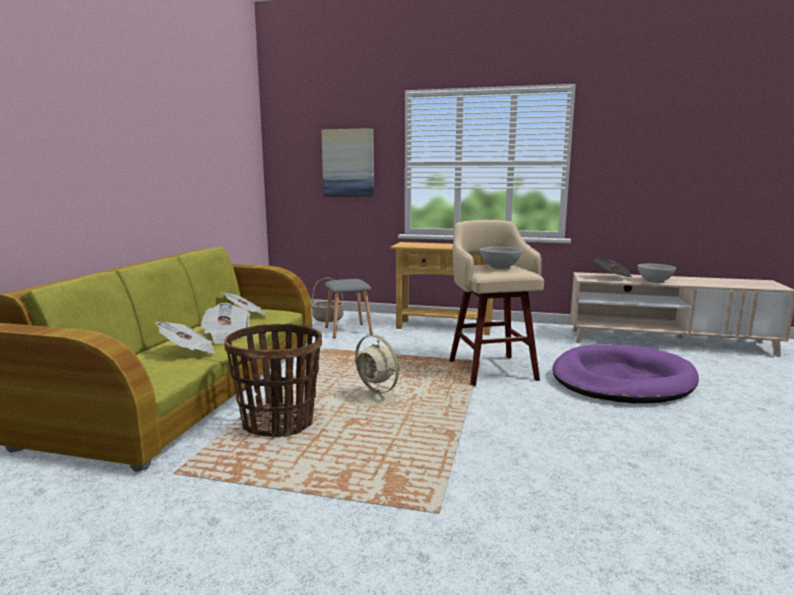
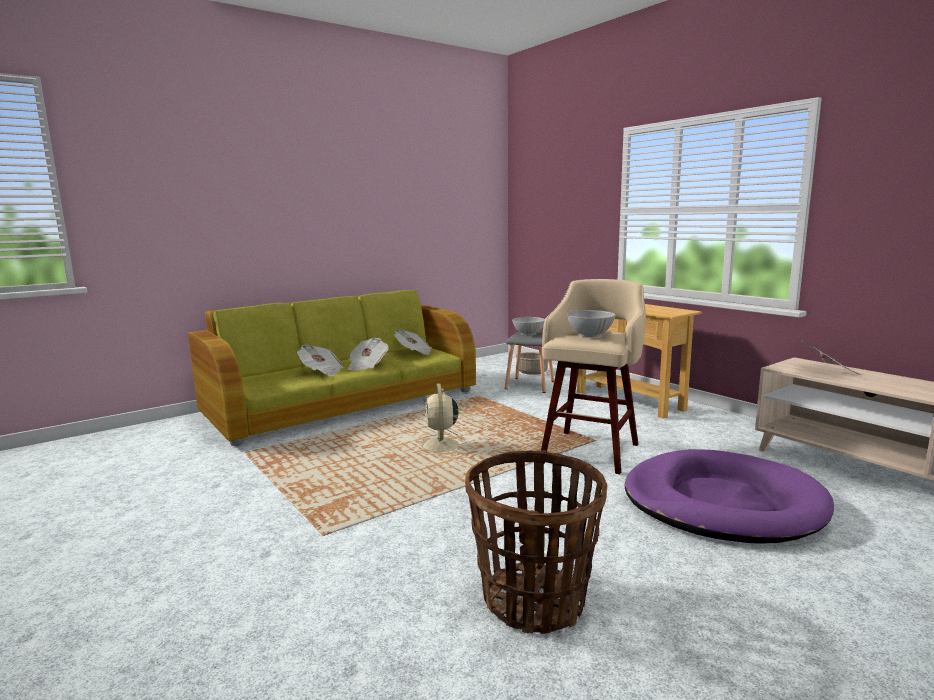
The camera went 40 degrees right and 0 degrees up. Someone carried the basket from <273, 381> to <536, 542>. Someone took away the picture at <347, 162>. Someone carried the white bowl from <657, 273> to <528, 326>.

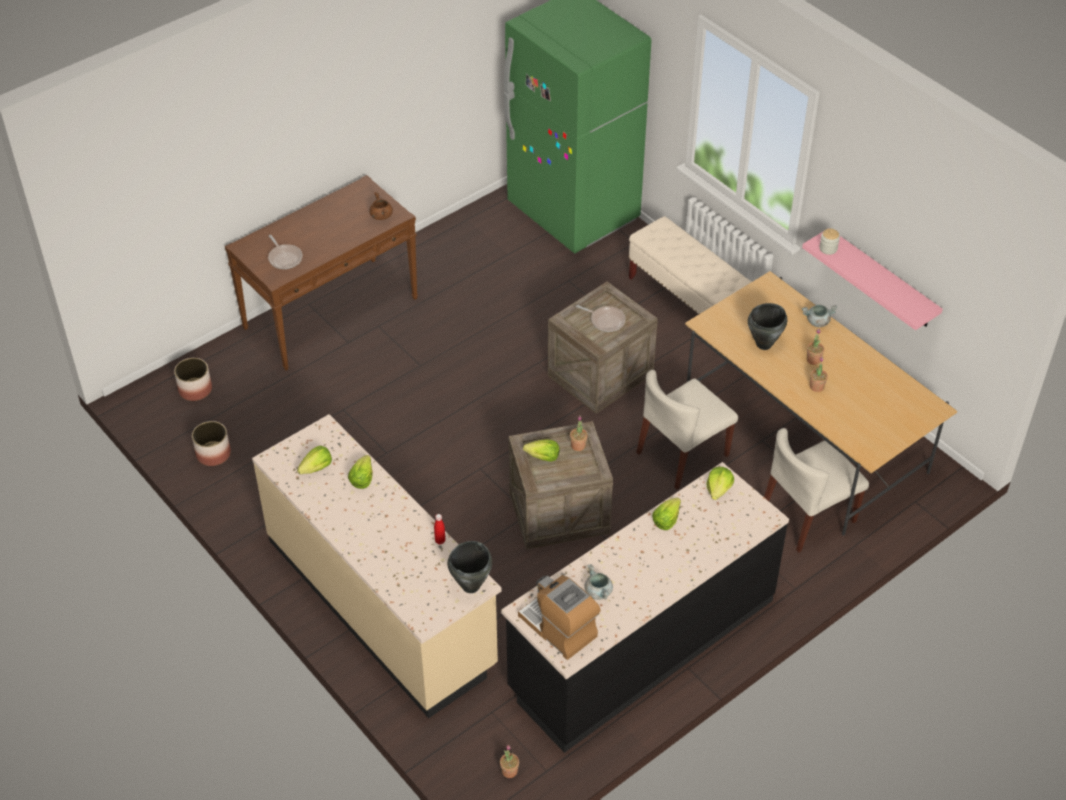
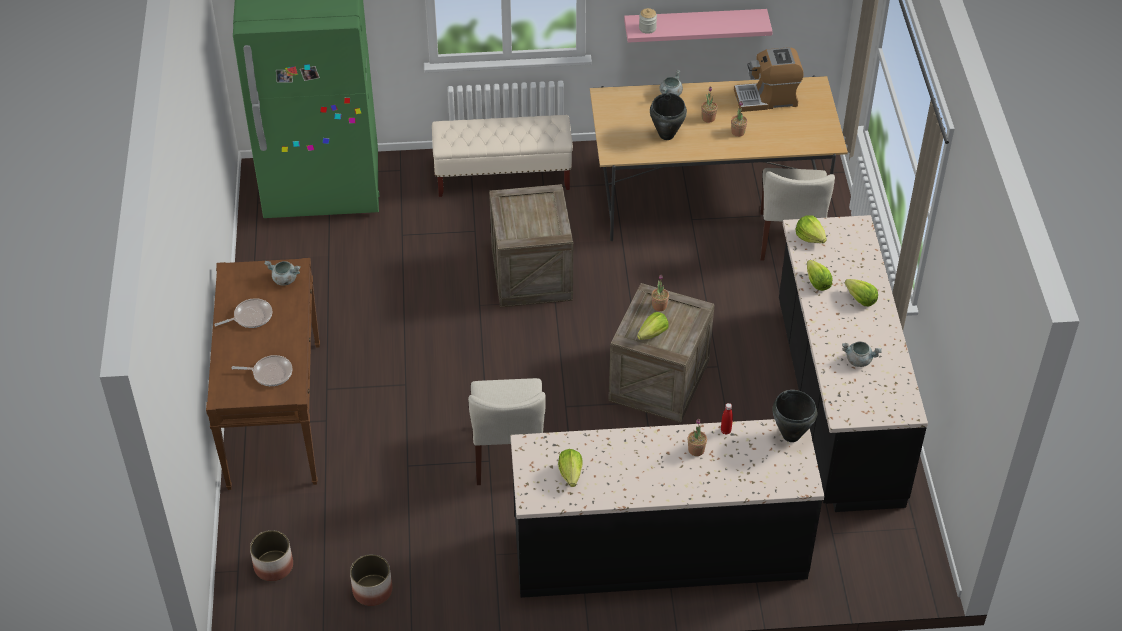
The camera went 55 degrees left and 0 degrees up. Someone repainted the beige counter at <377, 566>, which became the black counter at <667, 508>. Someone carried the lettuce from <360, 472> to <861, 292>. Someone repainted the brown cooking pot at <381, 206>, which became the grey cooking pot at <282, 273>. Someone carried the potted plant from <509, 761> to <697, 437>. Someone carried the coffee machine from <559, 617> to <768, 79>. Someone carried the frying pan from <601, 318> to <243, 313>. Someone carried the beige chair from <687, 429> to <507, 431>.

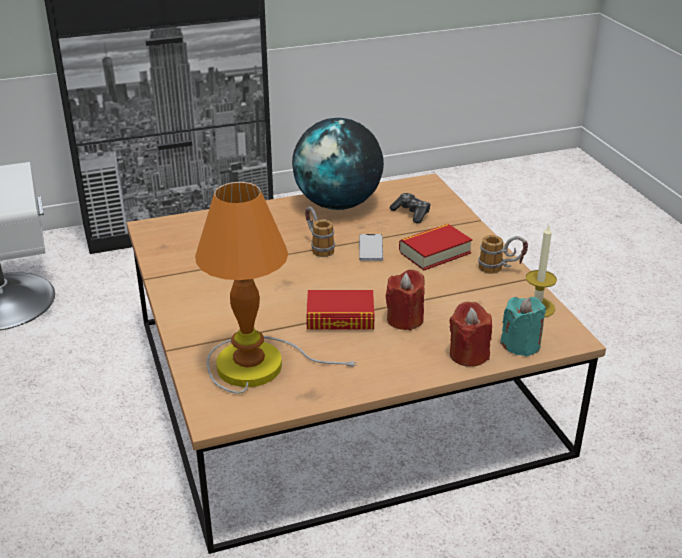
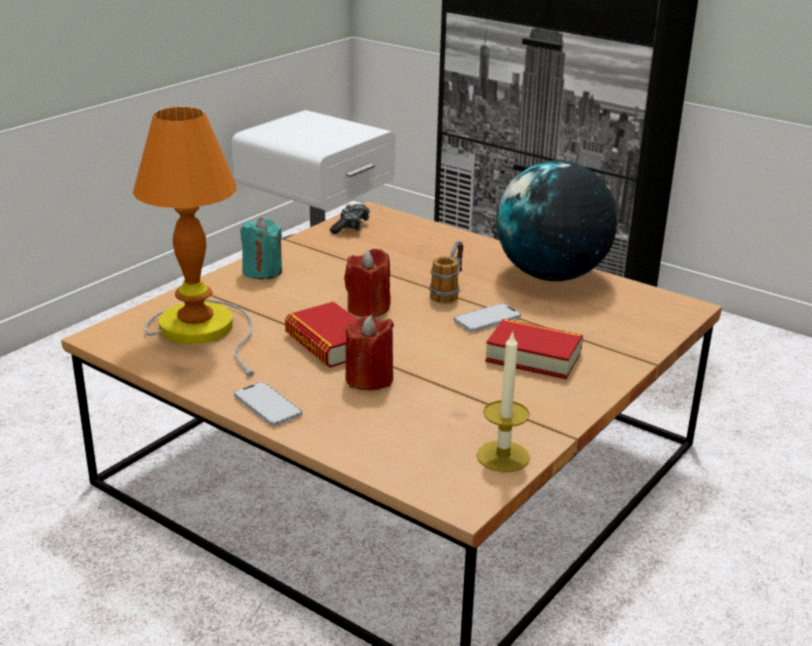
The camera went 55 degrees right and 5 degrees down. Someone carried the game controller from <410, 208> to <350, 219>. Someone carried the red candle from <471, 334> to <367, 283>. Someone took away the mug at <503, 254>. Someone carried the turquoise candle from <523, 326> to <261, 248>. Someone put down the phone at <268, 404>.

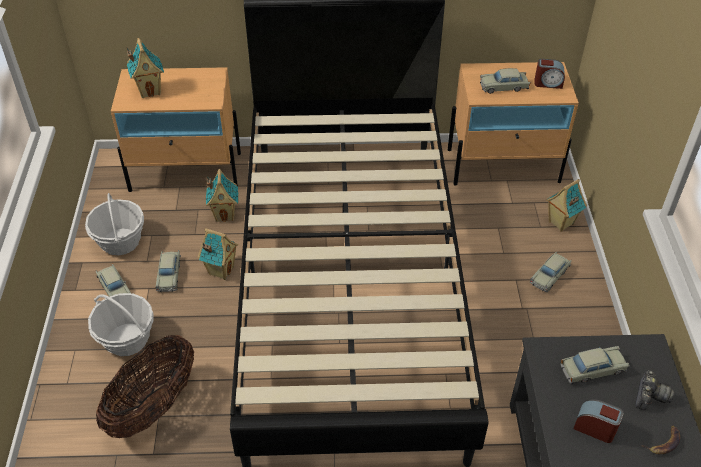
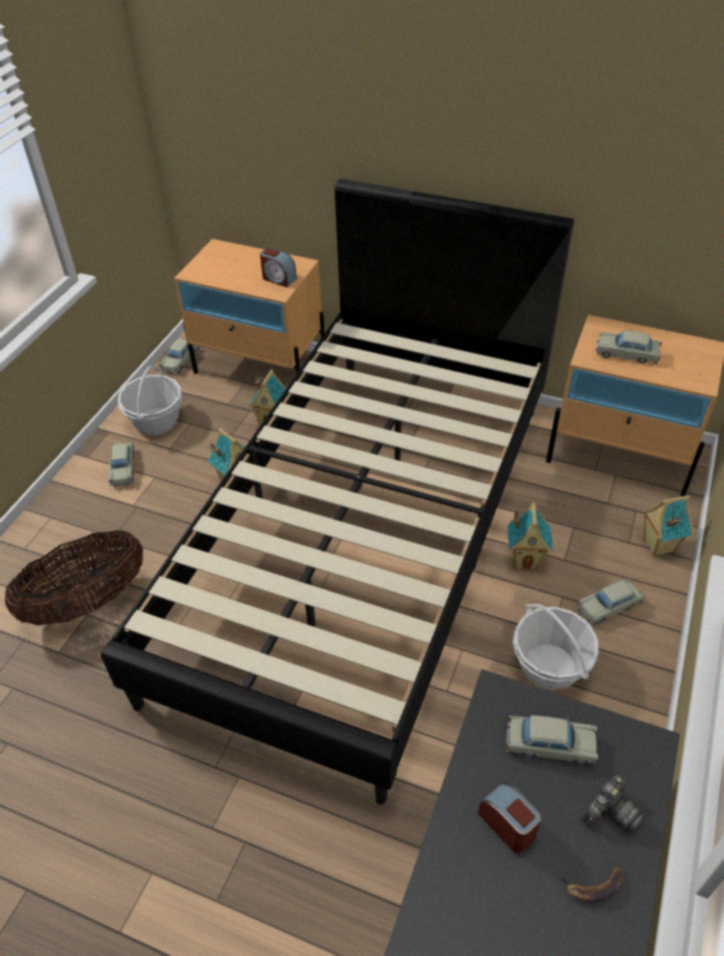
The camera went 25 degrees right and 0 degrees up. Someone carried the basket from <121, 324> to <555, 647>. Someone carried the toy house from <145, 68> to <530, 537>. Someone carried the beige toy car from <168, 271> to <179, 355>. Someone carried the alarm clock from <549, 74> to <278, 267>.

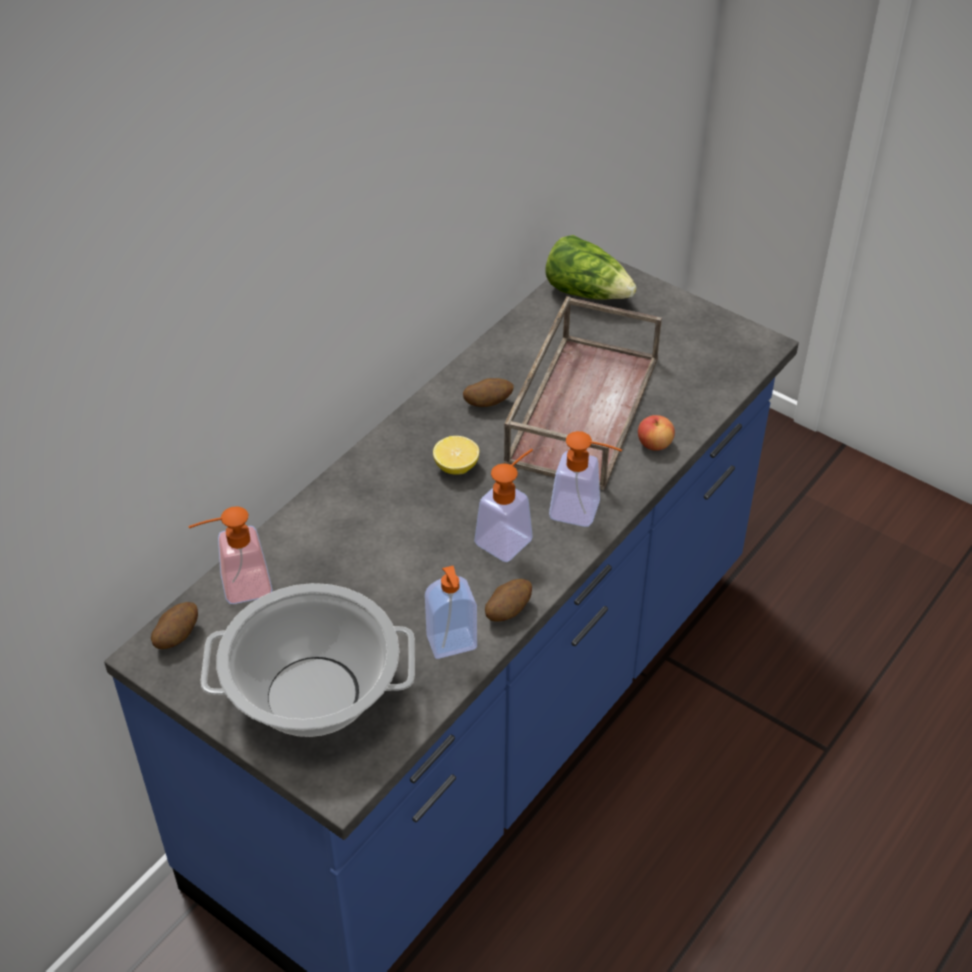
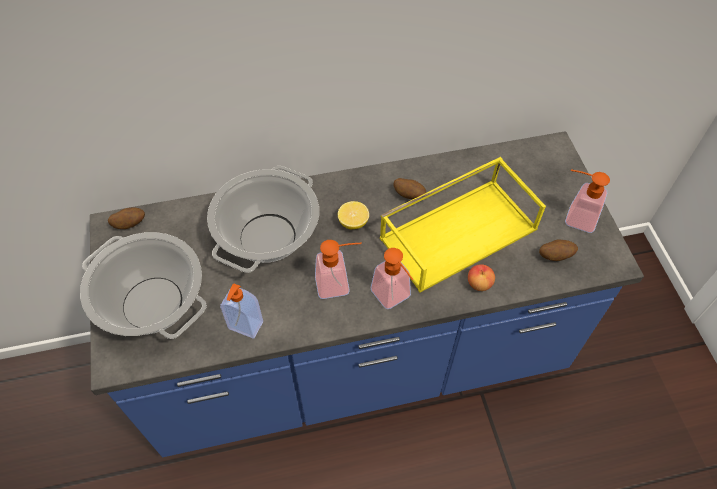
The camera went 40 degrees right and 10 degrees up. Someone carried the soap dispenser from <230, 555> to <587, 201>. Someone carried the potato from <508, 600> to <558, 250>. Someone repainted the brown tray at <583, 393>, which became the yellow tray at <463, 225>. Someone took away the lettuce at <591, 267>. Someone put down the cooking pot at <263, 219>.

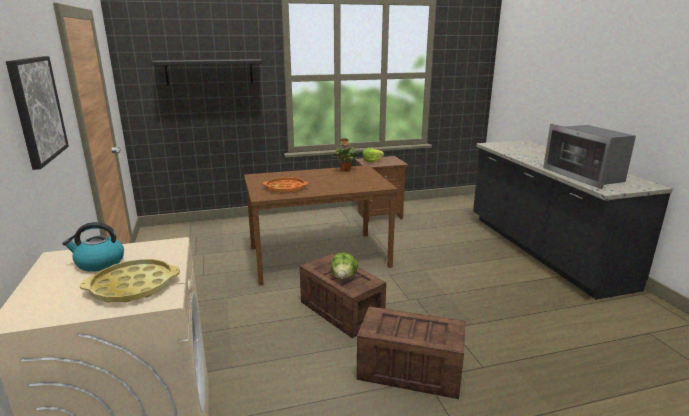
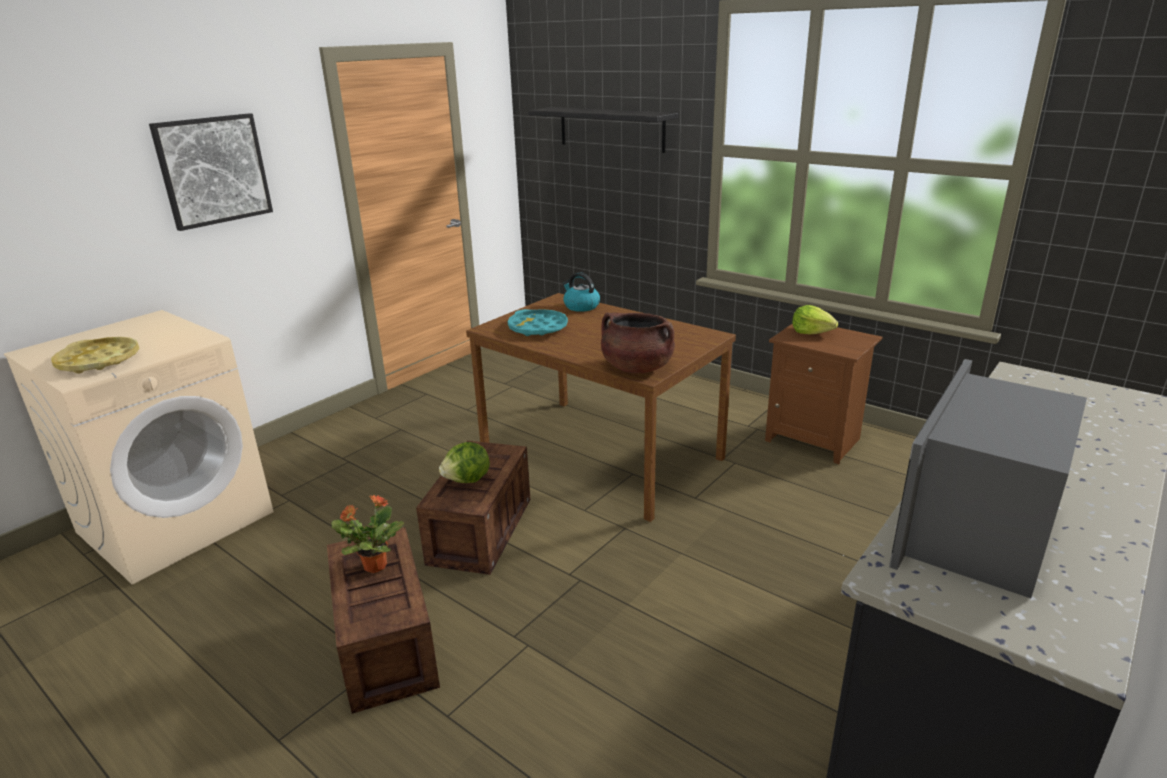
The camera went 55 degrees right and 5 degrees up. Someone carried the kettle from <93, 247> to <581, 292>. Someone repainted the orange tray at <285, 185>, which became the turquoise tray at <538, 322>. Someone carried the potted plant from <346, 154> to <368, 534>. Someone put down the brown cooking pot at <638, 343>.

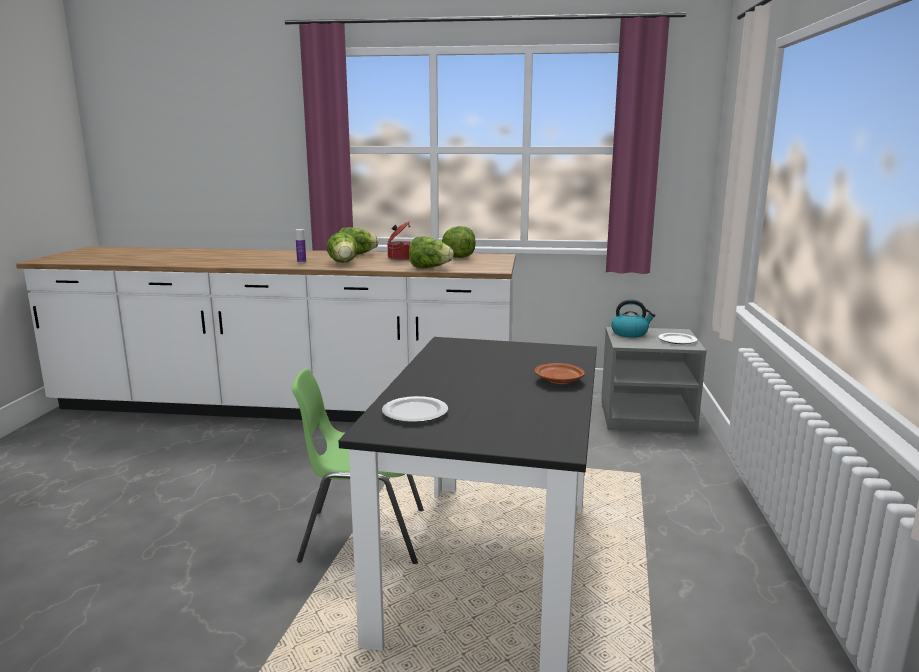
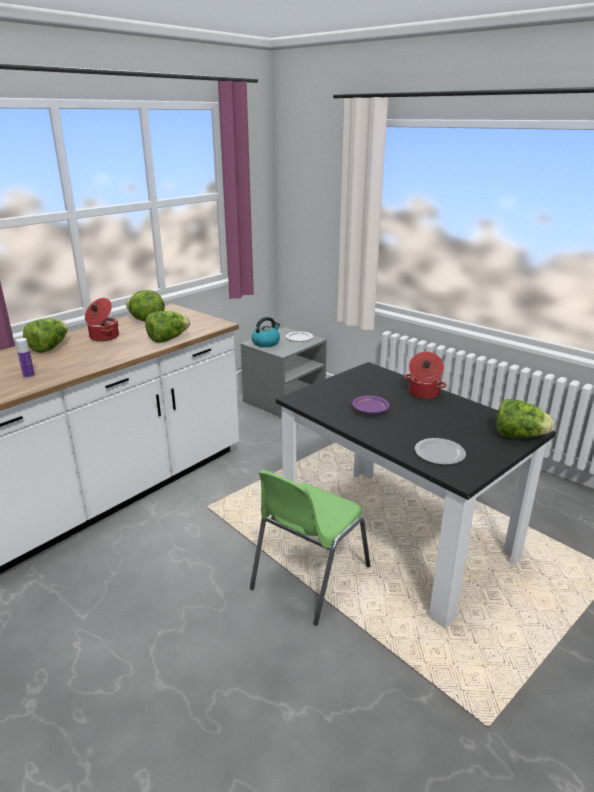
The camera went 55 degrees left and 10 degrees up. Someone carried the lettuce from <342, 247> to <525, 418>. Someone swapped the brown plate at <560, 373> for the cooking pot at <426, 375>. Someone put down the purple plate at <371, 405>.

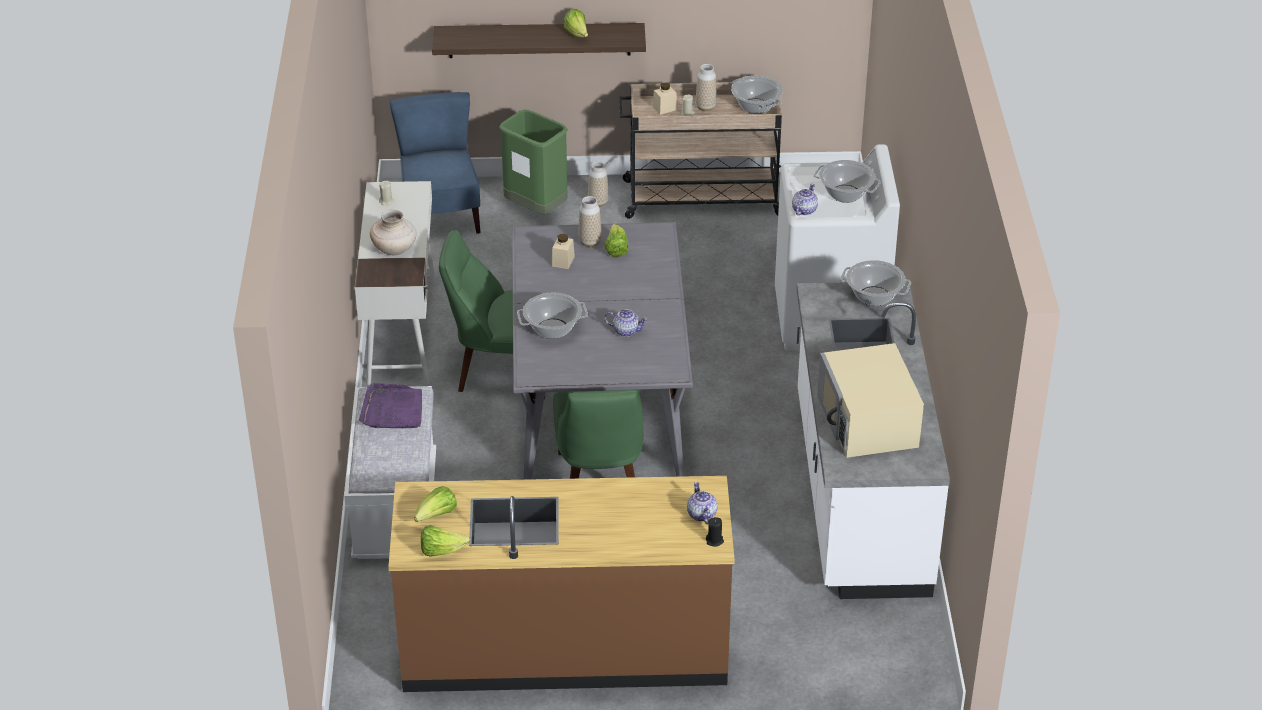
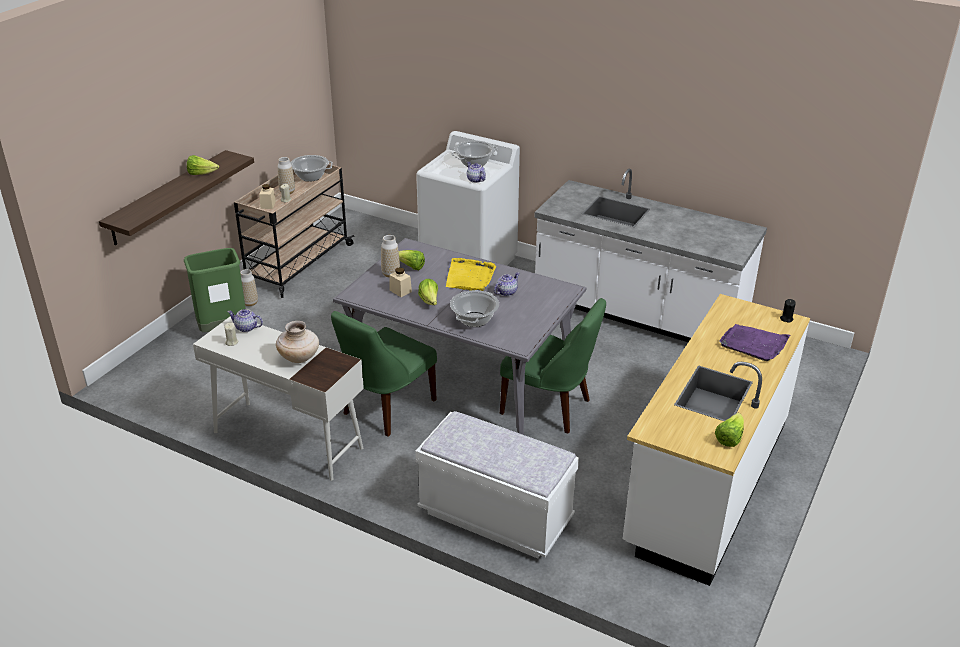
The camera went 60 degrees left and 5 degrees down. Someone carried the purple tray from <390, 406> to <754, 342>. Someone repainted the brown counter at <561, 584>, which became the white counter at <716, 440>. Someone took away the blue chair at <435, 163>. Someone carried the lettuce from <435, 504> to <428, 292>. Someone carried the teapot from <702, 503> to <245, 320>. Someone took away the beige microwave at <870, 400>. Someone took away the cooking pot at <875, 283>. Someone put down the yellow tray at <471, 274>.

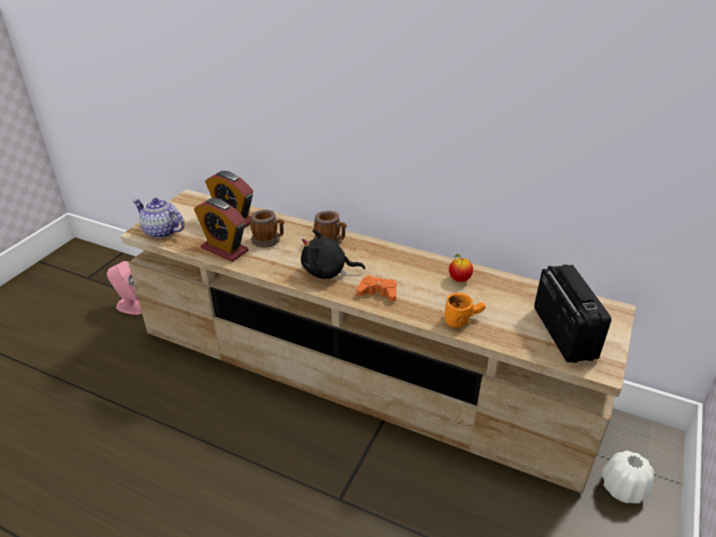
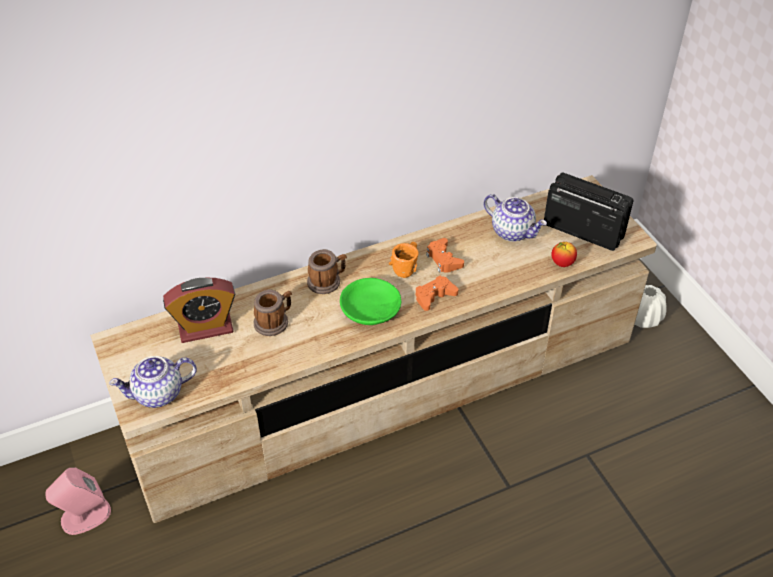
The camera went 50 degrees left and 10 degrees up. Someone took away the alarm clock at <221, 230>. Someone swapped the black plush toy at <333, 254> for the green bowl at <371, 301>. Someone carried the orange mug from <465, 310> to <404, 260>. Someone carried the apple from <461, 268> to <564, 254>. Someone put down the orange game controller at <445, 255>. Someone put down the teapot at <515, 218>.

